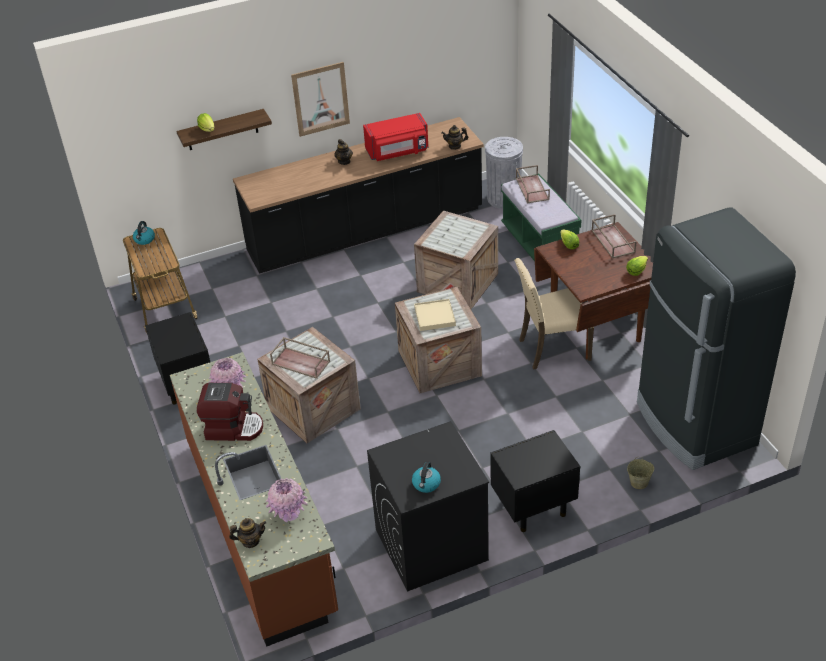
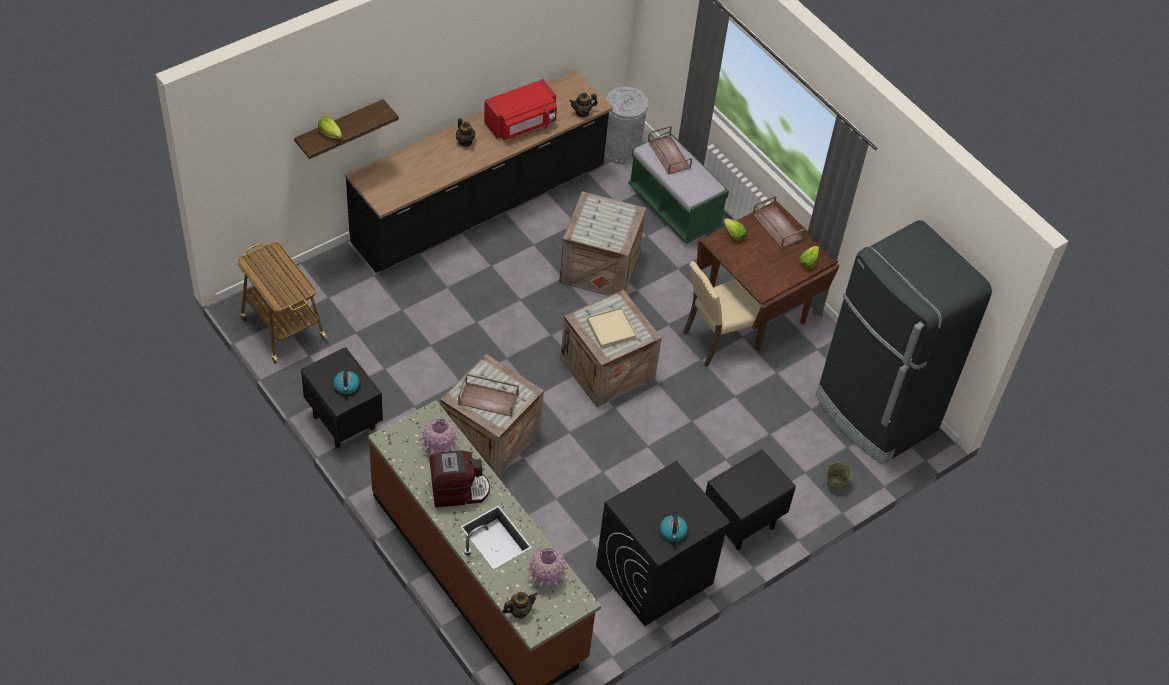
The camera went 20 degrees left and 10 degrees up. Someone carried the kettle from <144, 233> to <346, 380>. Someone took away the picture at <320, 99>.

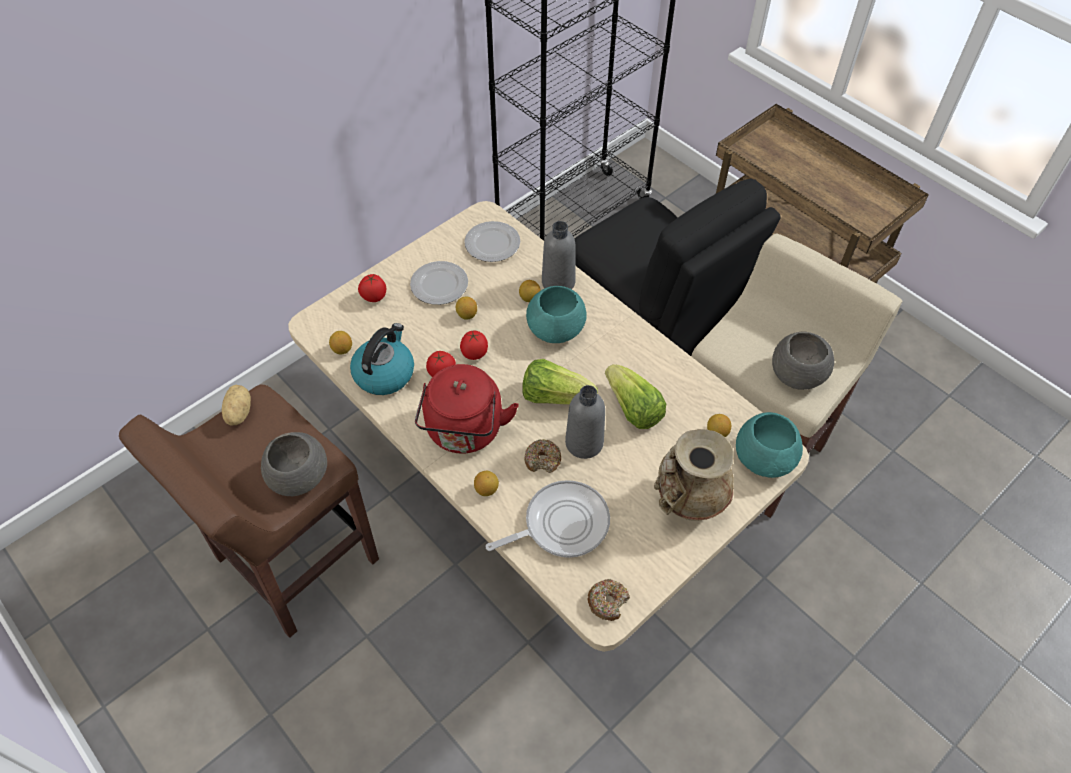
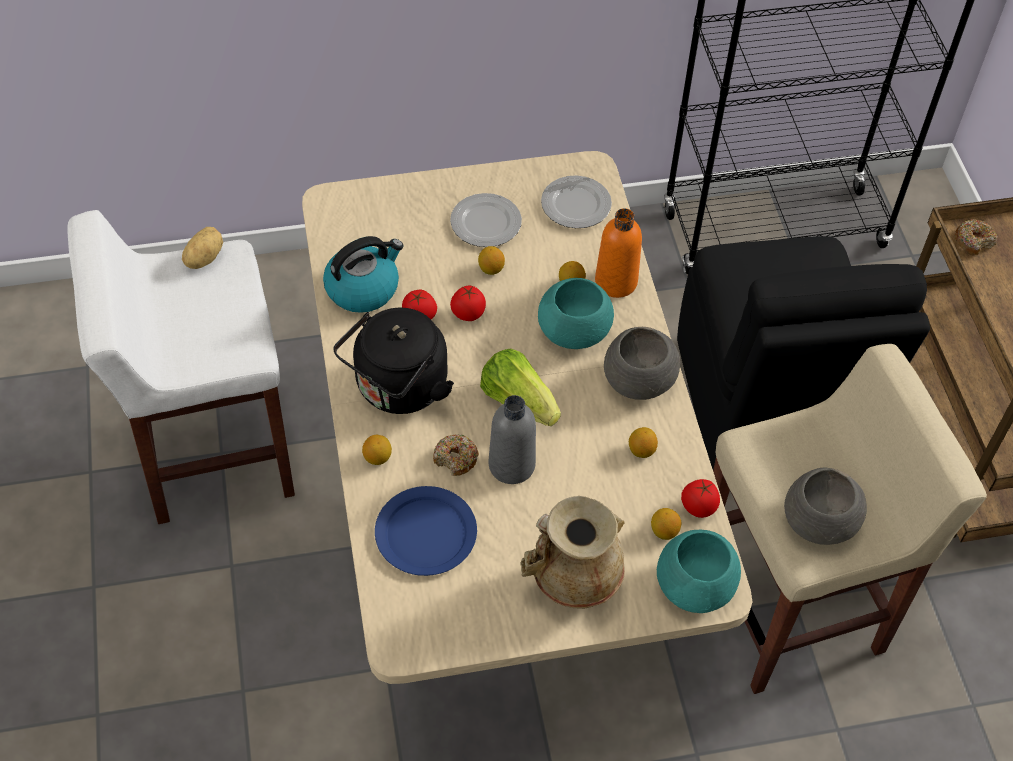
The camera went 30 degrees right and 0 degrees up. Someone repainted the brown stool at <249, 511>, which became the white stool at <181, 367>. Someone carried the grey bowl from <294, 464> to <642, 363>. Someone carried the lemon from <340, 343> to <643, 442>. Someone carried the tomato from <372, 288> to <700, 498>. Someone repainted the red kettle at <467, 409>, which became the black kettle at <393, 360>. Someone swapped the frying pan at <548, 519> for the blue plate at <426, 531>. Someone repainted the grey bottle at <559, 255>, which became the orange bottle at <618, 253>. Someone carried the donut from <609, 599> to <976, 237>. Someone took away the lettuce at <635, 396>.

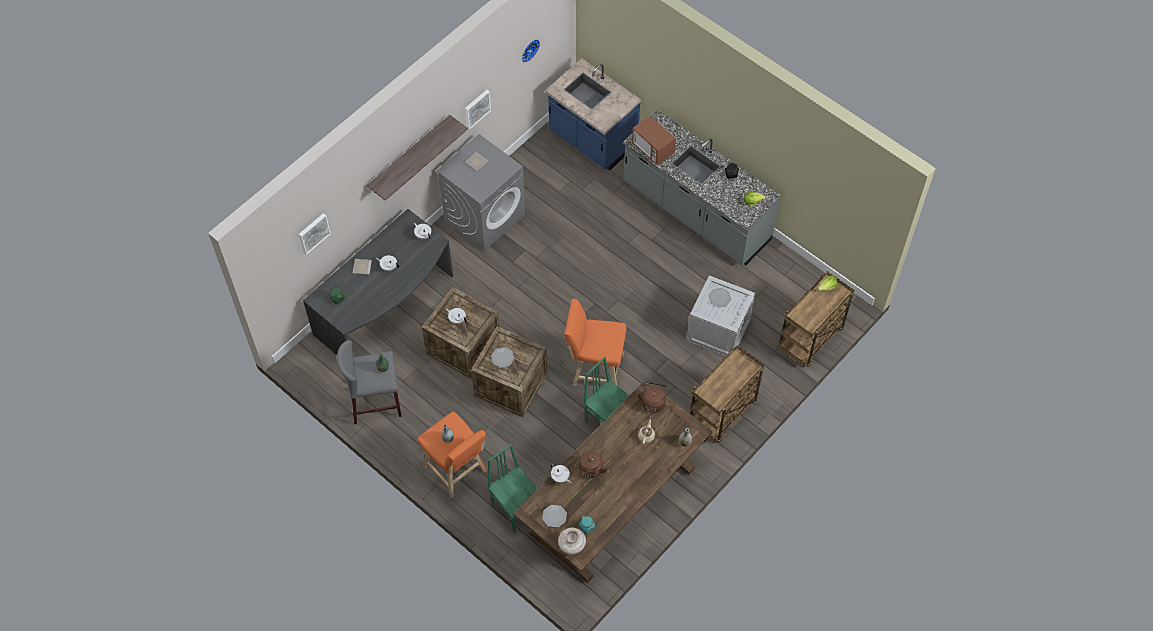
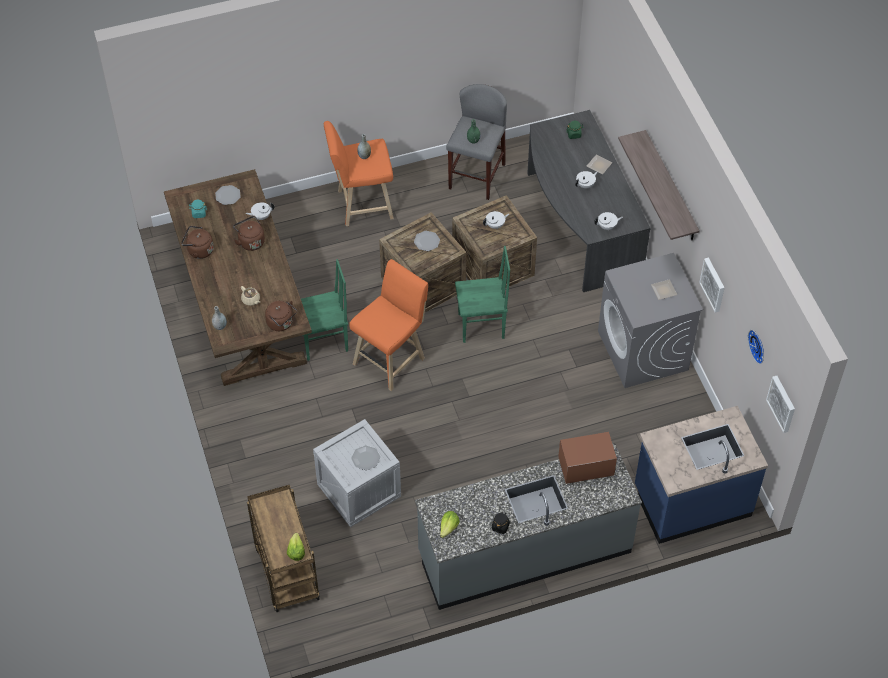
The camera went 120 degrees right and 5 degrees down. Someone carried the picture from <315, 234> to <780, 404>. Someone carried the green chair from <512, 488> to <482, 294>. Someone took away the beige vase at <572, 541>. Someone took away the brown cart at <727, 393>. Someone put down the brown kettle at <197, 242>.

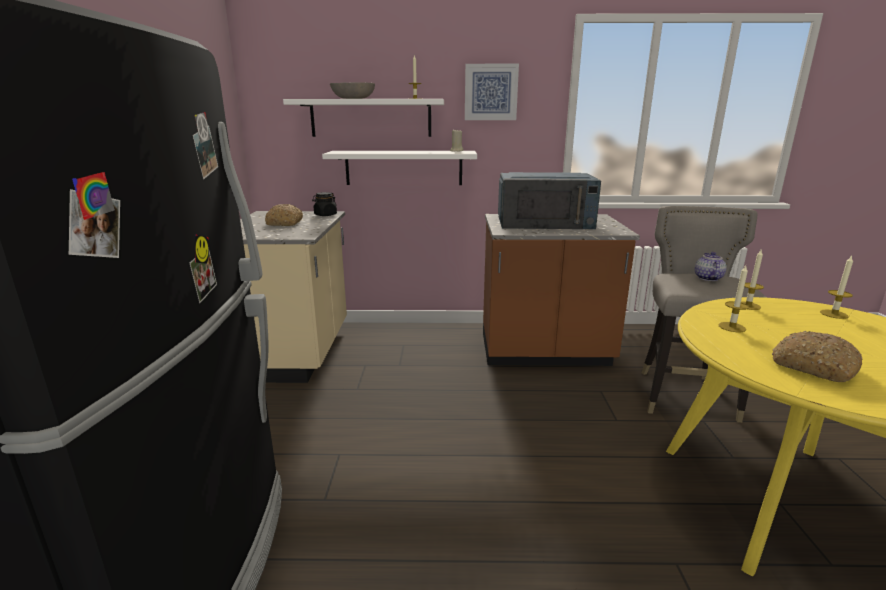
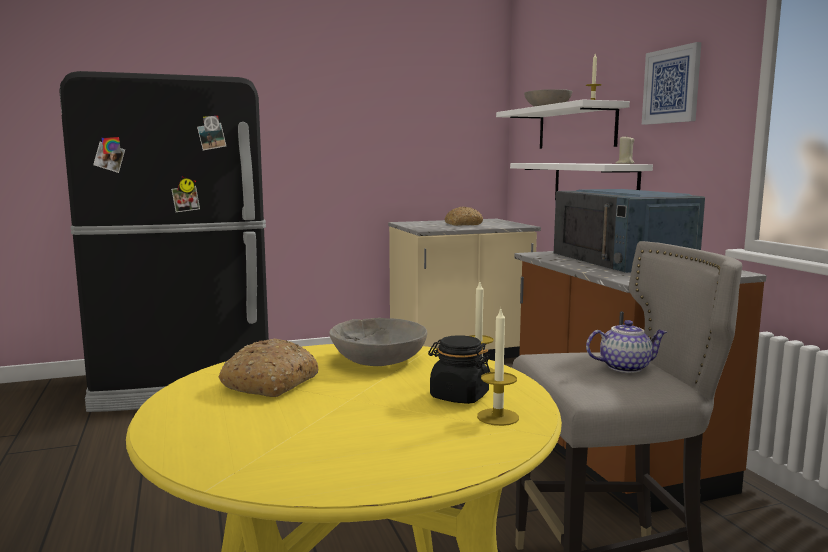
The camera went 70 degrees right and 10 degrees down. Someone carried the black jar from <324, 204> to <459, 369>. Someone swapped the candle at <733, 299> for the grey bowl at <378, 342>.

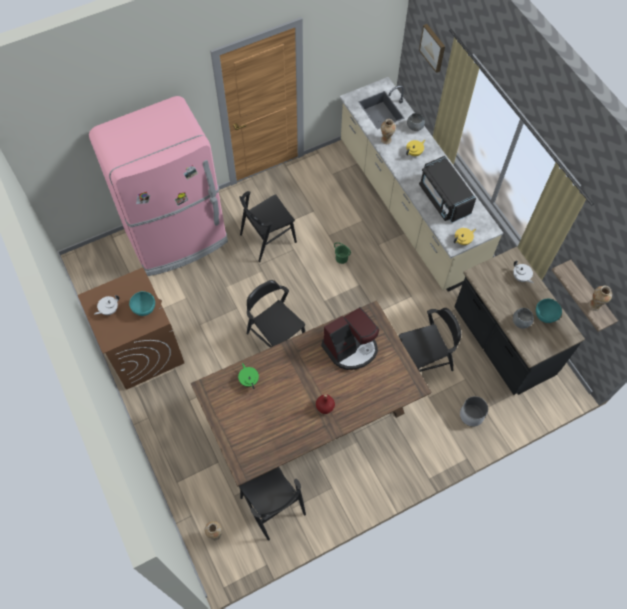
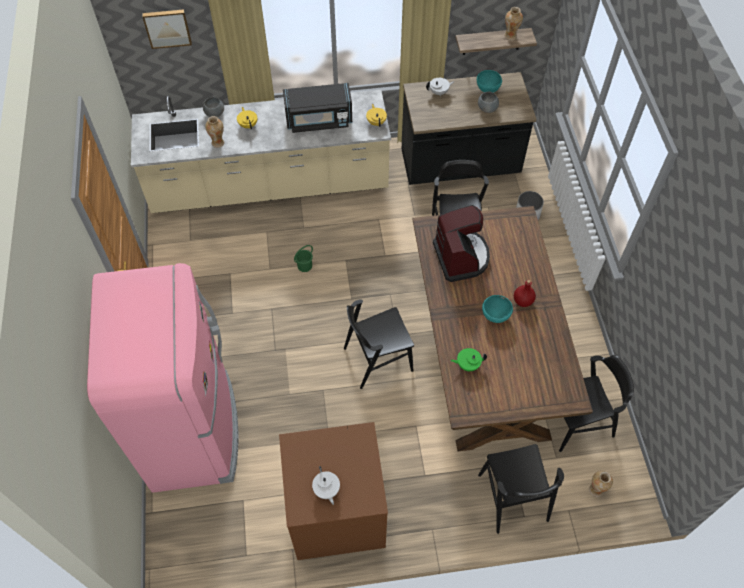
The camera went 70 degrees left and 5 degrees down. Someone carried the turquoise bowl from <142, 303> to <497, 309>. Someone carried the black chair from <268, 226> to <521, 489>.

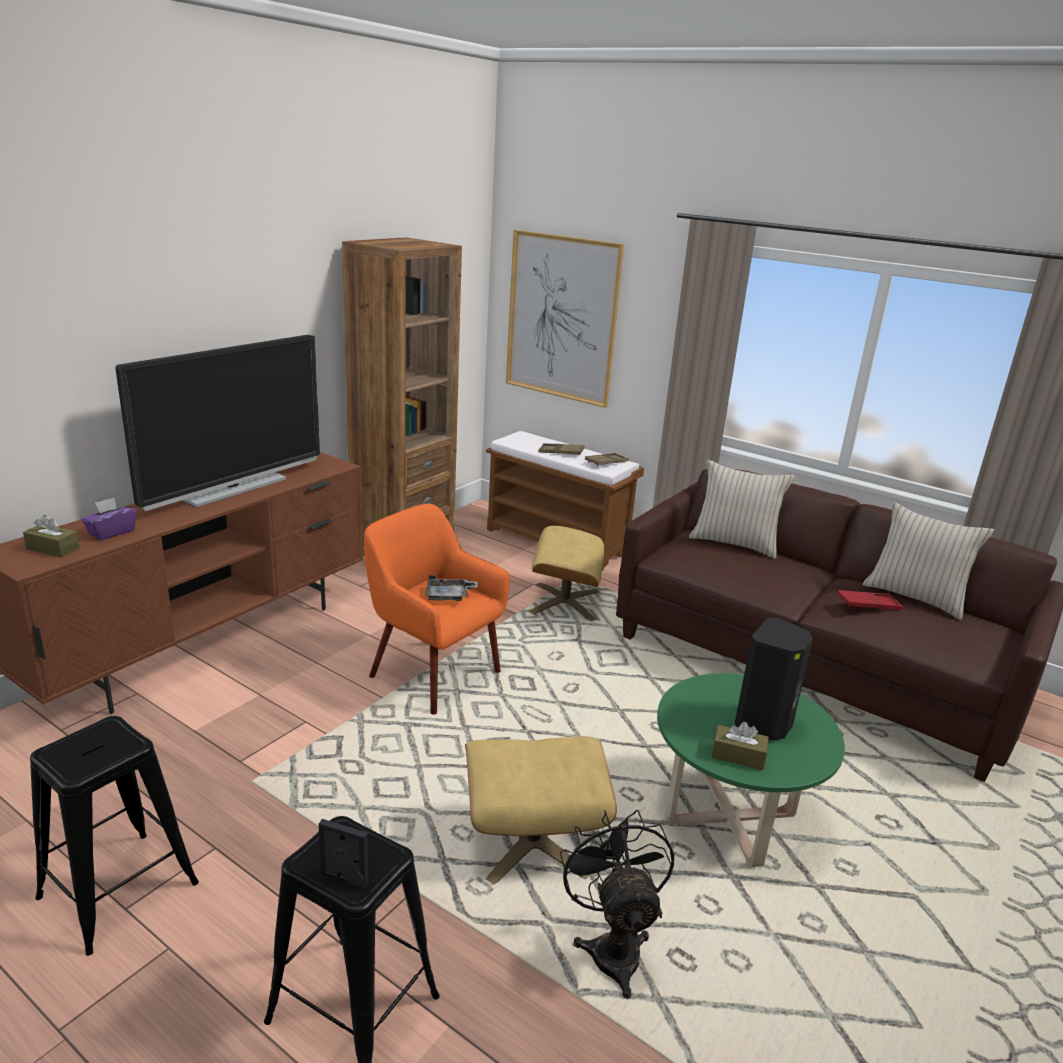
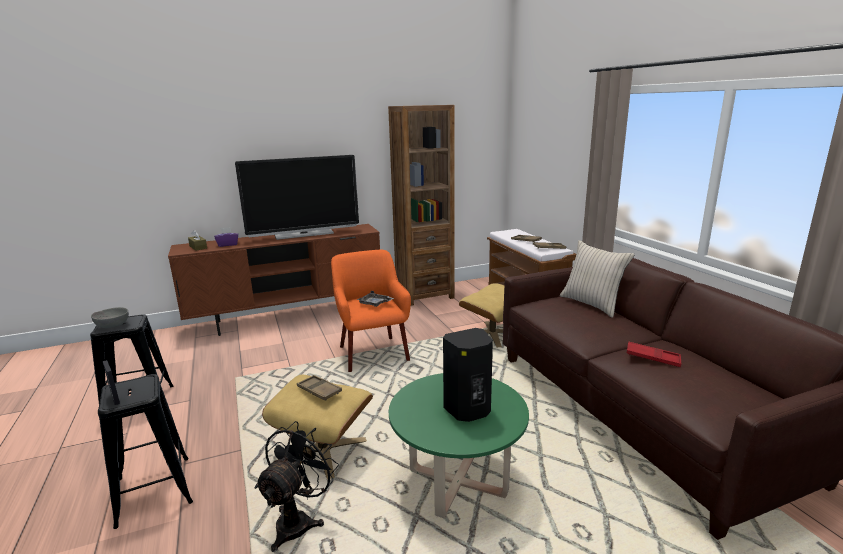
The camera went 35 degrees right and 5 degrees down. Someone took away the picture at <565, 319>. Someone took away the brown tissue box at <740, 746>. Someone took away the beige pillow at <928, 561>. Someone put down the grey bowl at <110, 317>. Someone put down the brown tray at <319, 387>.

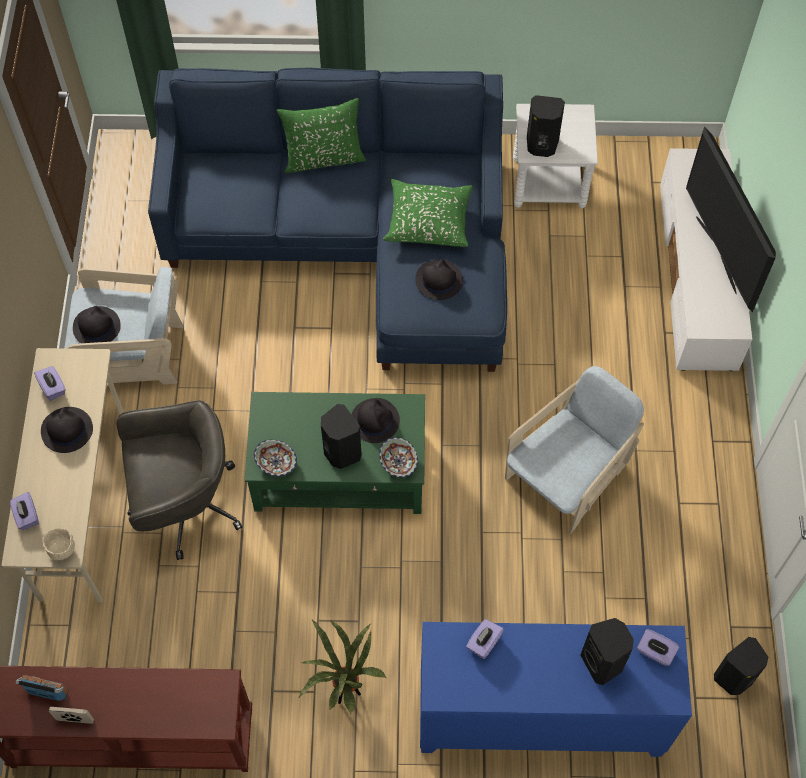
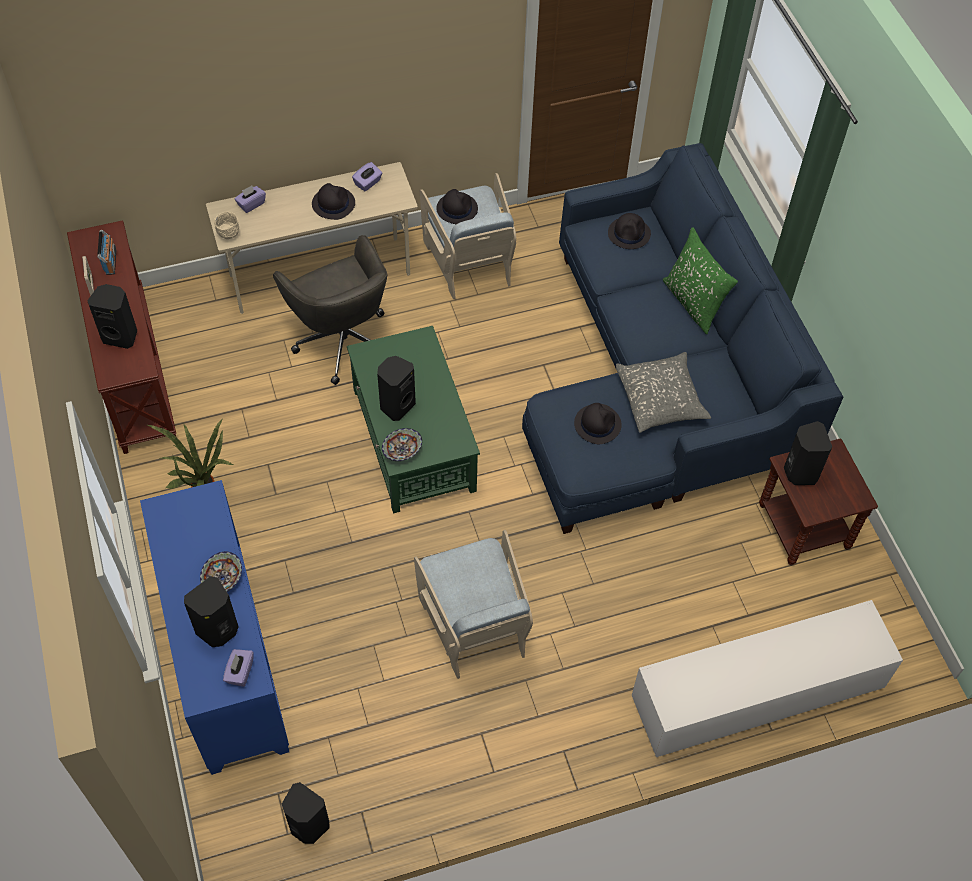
The camera went 70 degrees right and 5 degrees down. Someone carried the bowl from <275, 457> to <221, 572>. Someone carried the black hat from <375, 420> to <629, 231>. Someone repainted the green pillow at <428, 213>, which became the grey pillow at <663, 392>. Someone took away the purple tissue box at <485, 639>. Someone rotated the beige armchair at <574, 450> by 45 degrees clockwise. Someone repainted the white side table at <555, 156>, which became the brown side table at <818, 501>. Someone took away the television at <731, 219>. Someone put down the black speaker at <112, 316>.

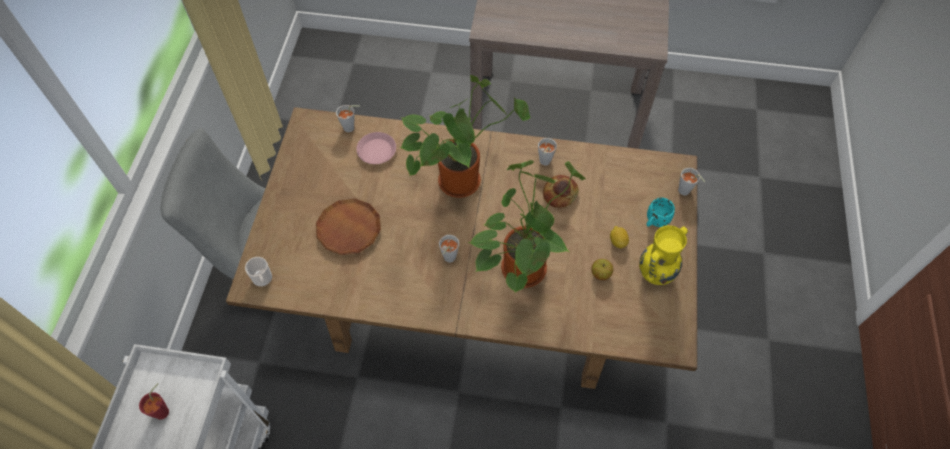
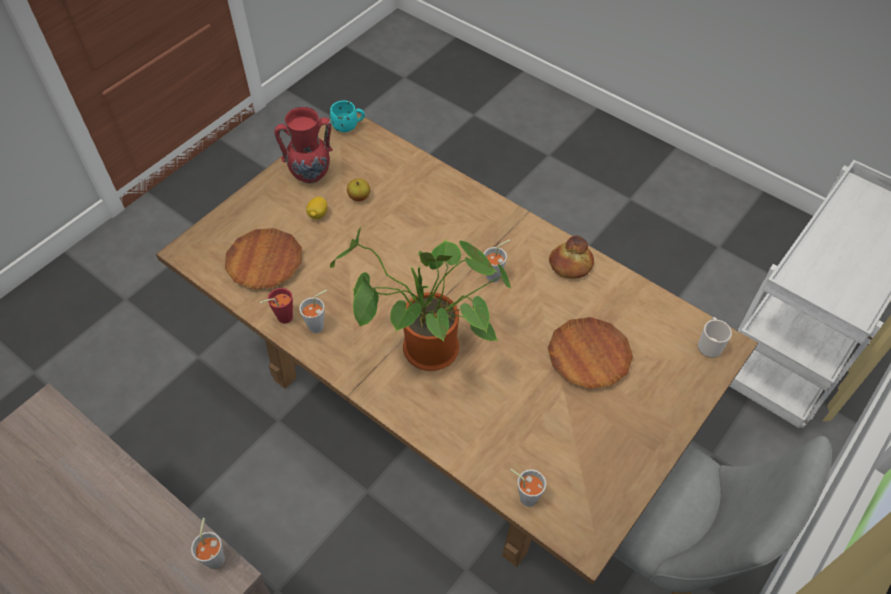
The camera went 150 degrees left and 5 degrees down. Someone carried the red cup from <154, 401> to <276, 306>. Someone took away the pink plate at <376, 148>. Someone took away the potted plant at <527, 226>. Someone carried the bread from <561, 191> to <571, 257>. Someone repainted the yellow vase at <663, 255>, which became the red vase at <303, 145>. Someone carried the turquoise mug from <661, 212> to <347, 116>. Someone carried the grey cup from <691, 181> to <208, 543>. Someone put down the brown plate at <263, 258>.

